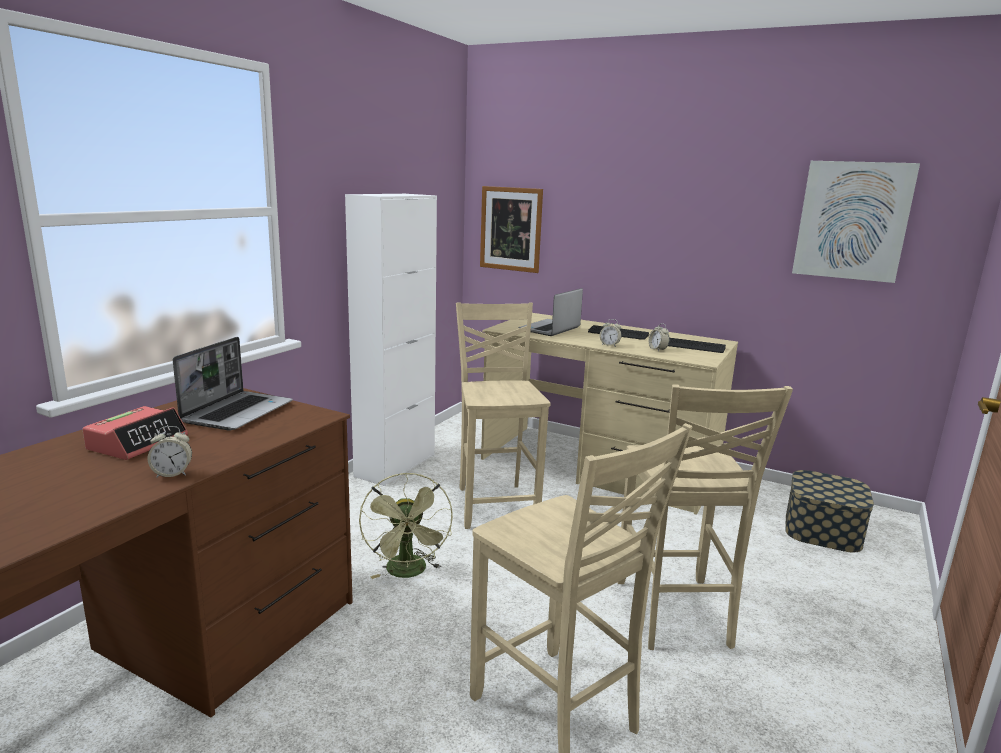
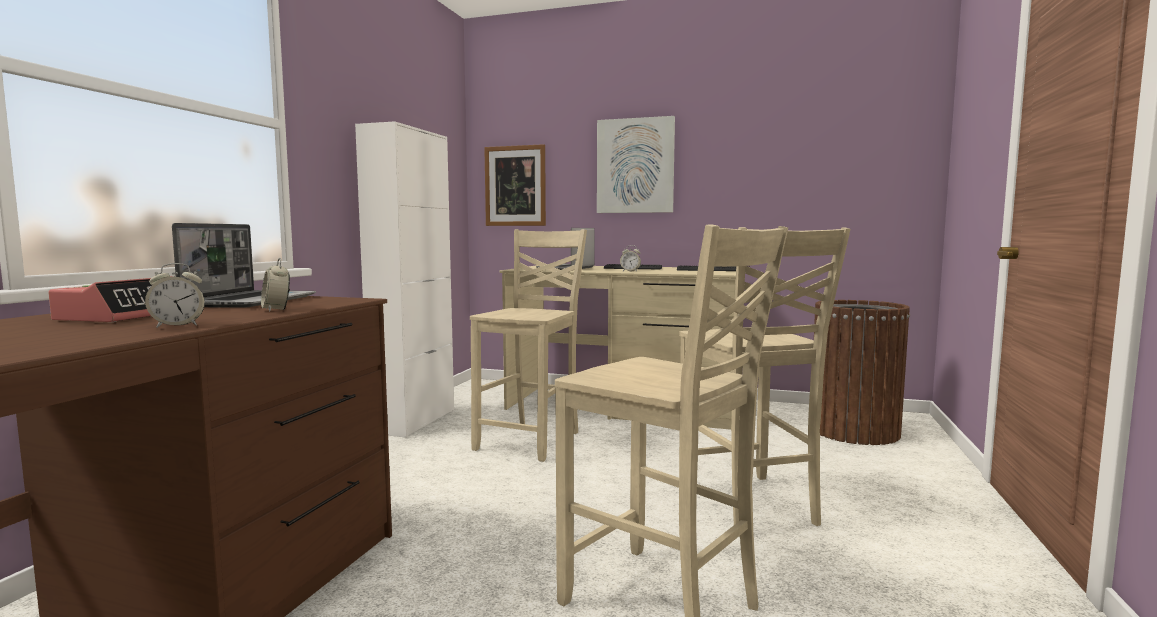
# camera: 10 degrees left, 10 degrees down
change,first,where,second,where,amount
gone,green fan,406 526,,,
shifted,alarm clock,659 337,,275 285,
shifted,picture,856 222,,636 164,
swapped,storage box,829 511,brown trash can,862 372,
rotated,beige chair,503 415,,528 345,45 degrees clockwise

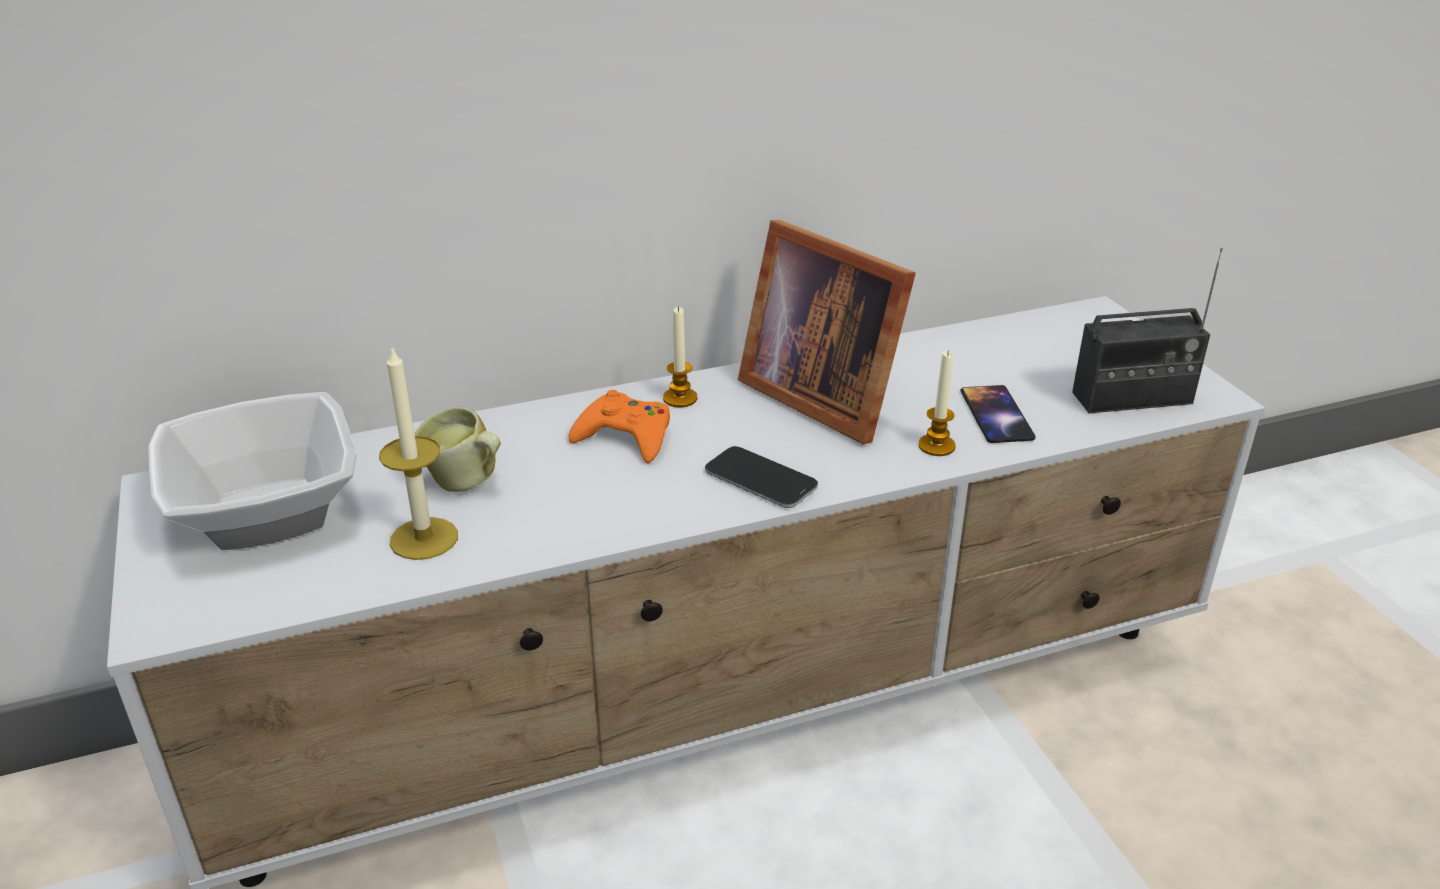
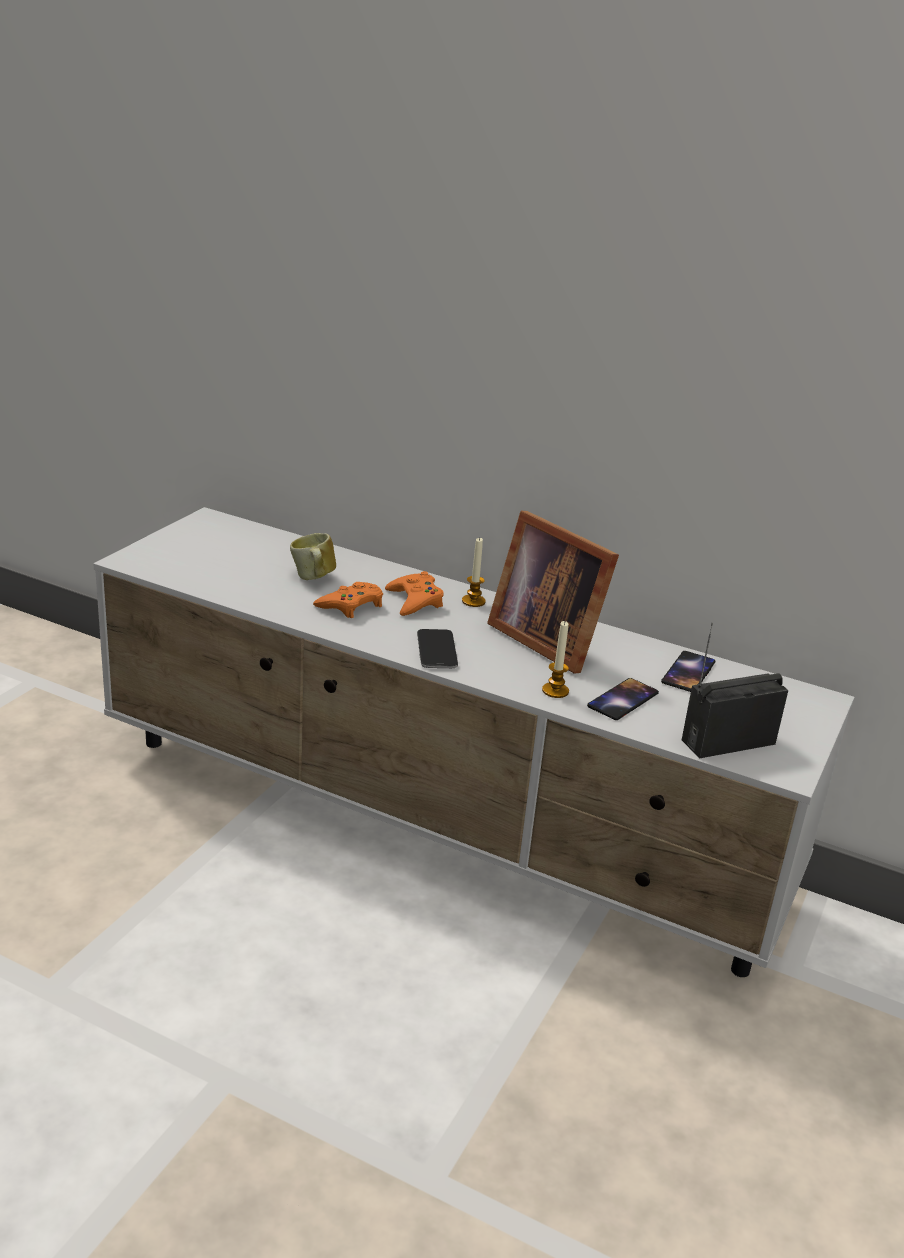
# camera: 45 degrees right, 5 degrees down
change,first,where,second,where,amount
gone,bowl,252 471,,,
gone,candle,418 454,,,
new,,,orange game controller,348 600,
new,,,phone,688 671,
rotated,picture frame,827 332,,553 592,45 degrees counterclockwise
rotated,radio,1147 330,,735 690,120 degrees clockwise

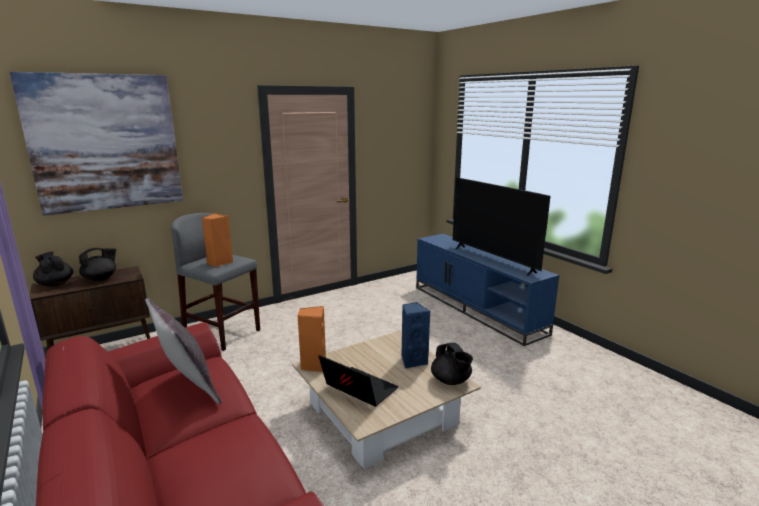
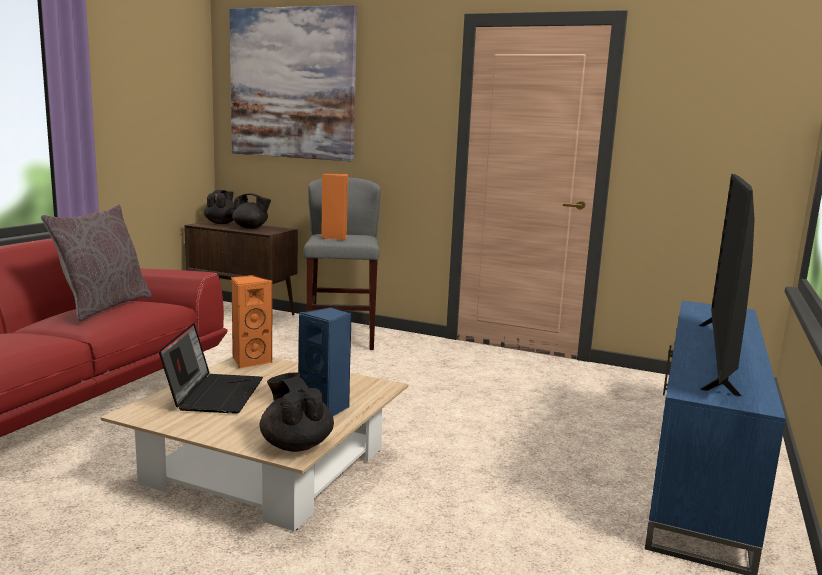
# camera: 55 degrees right, 5 degrees down
change,first,where,second,where,amount
rotated,black teapot,452 364,,297 412,120 degrees clockwise

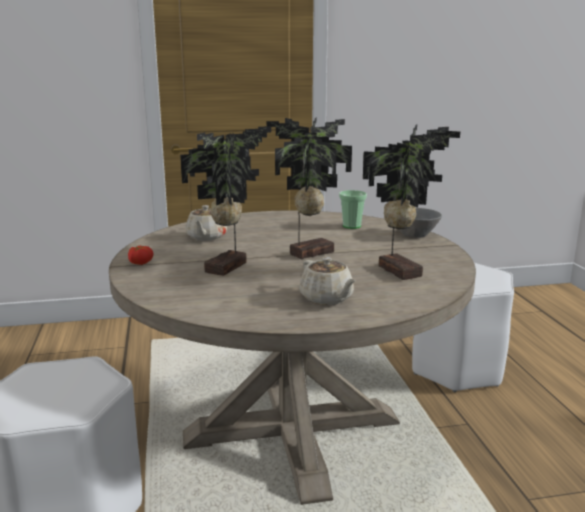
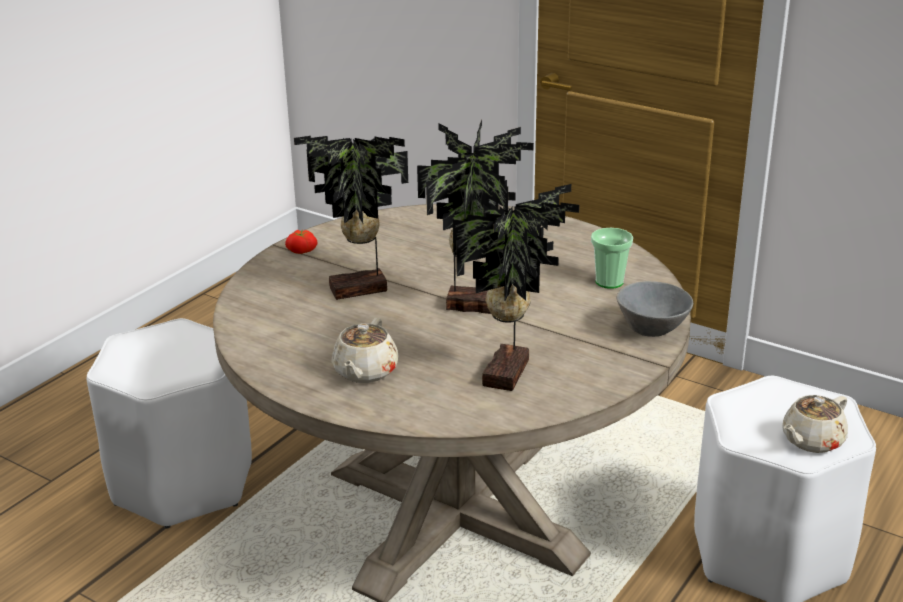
# camera: 45 degrees right, 10 degrees up
change,first,where,second,where,amount
shifted,beige teapot,206 223,,815 424,

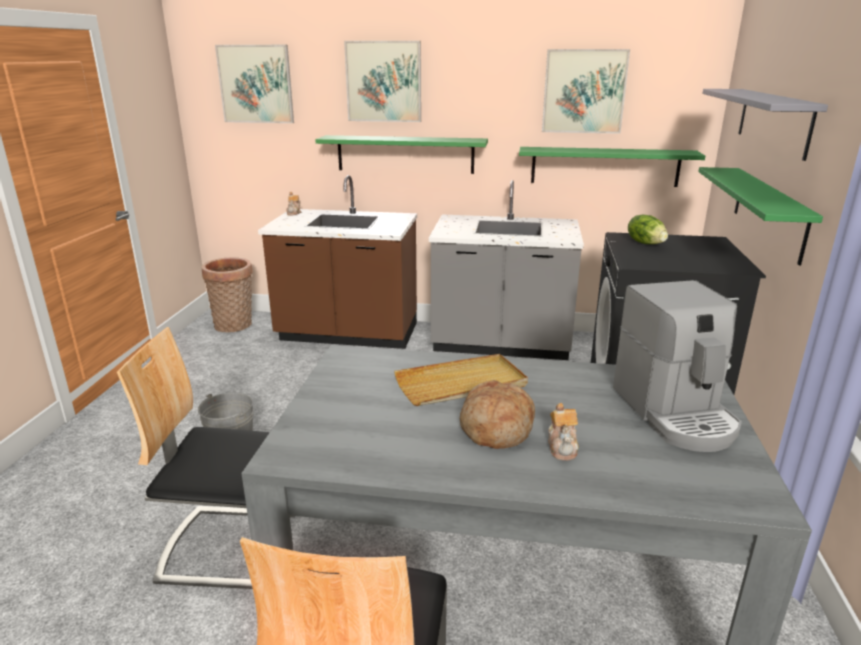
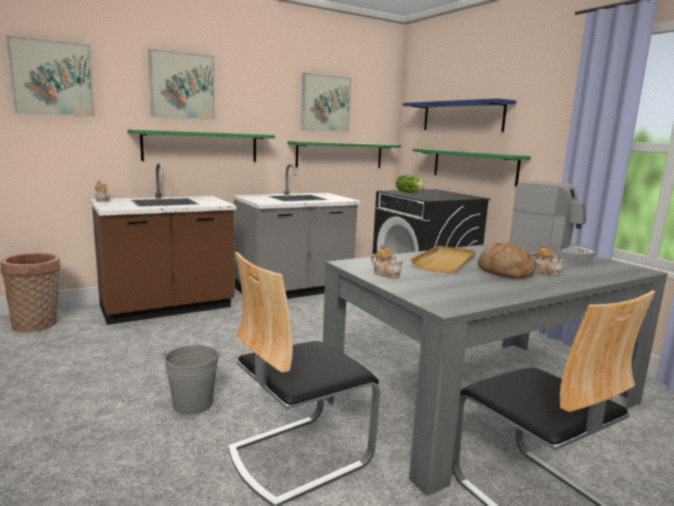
# camera: 40 degrees left, 10 degrees down
change,first,where,second,where,amount
new,,,teapot,387 261,
repainted,grey shelf,765 125,blue shelf,459 115,

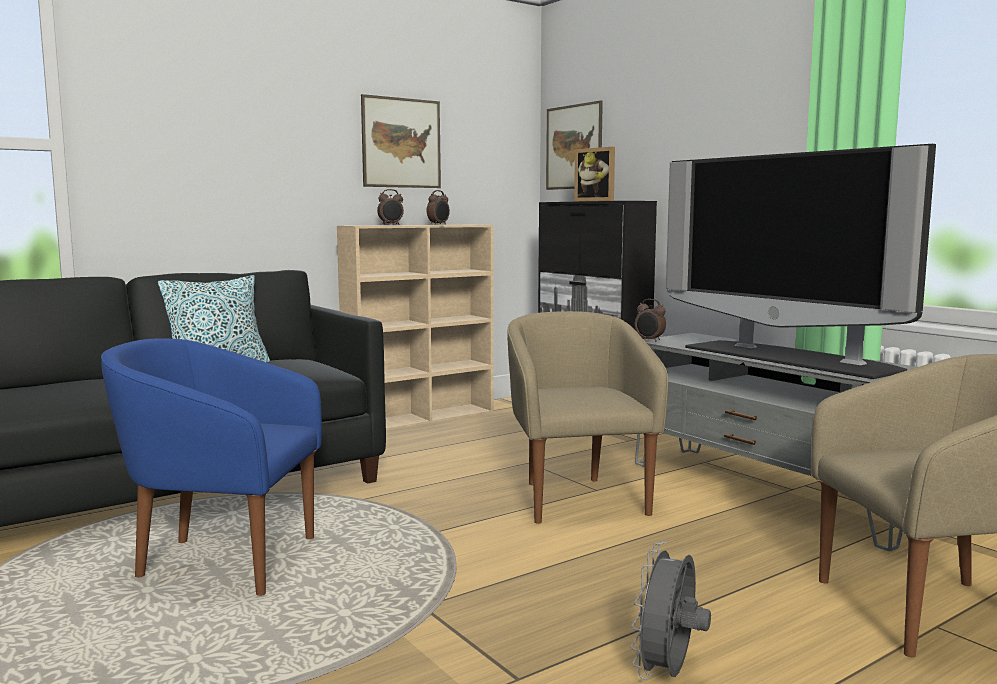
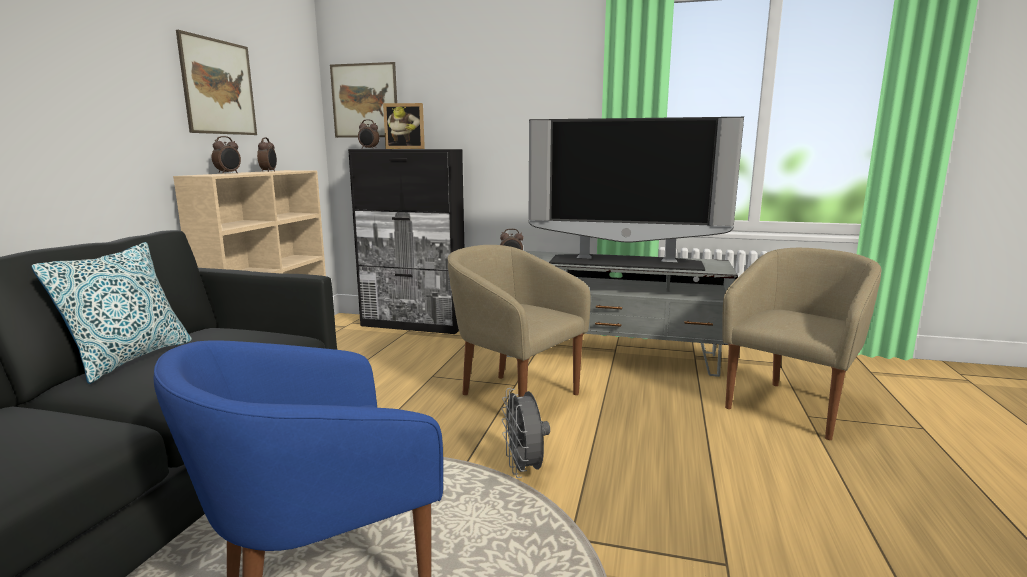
# camera: 40 degrees left, 5 degrees up
change,first,where,second,where,amount
new,,,alarm clock,368 134,
shifted,grey fan,671 611,,525 433,

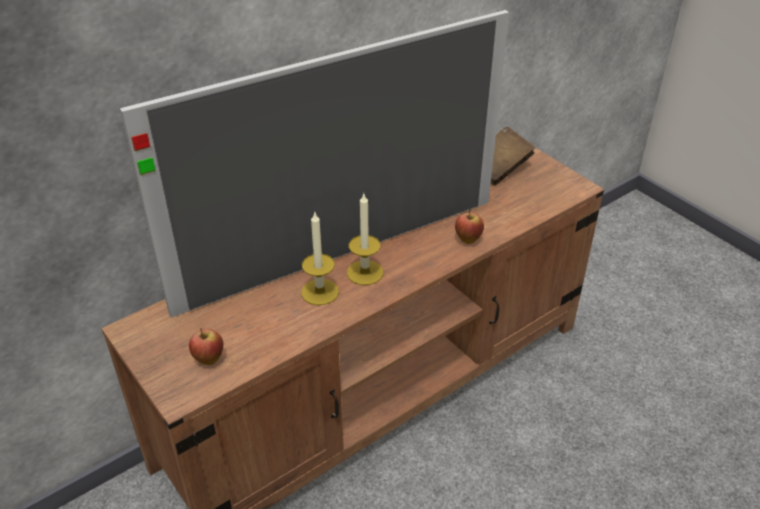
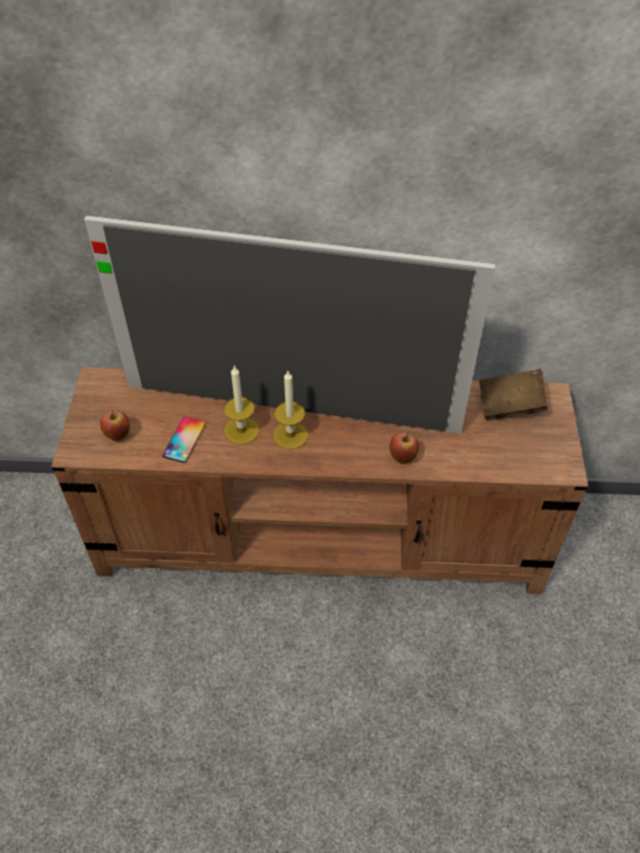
# camera: 40 degrees right, 10 degrees up
change,first,where,second,where,amount
new,,,phone,184 440,

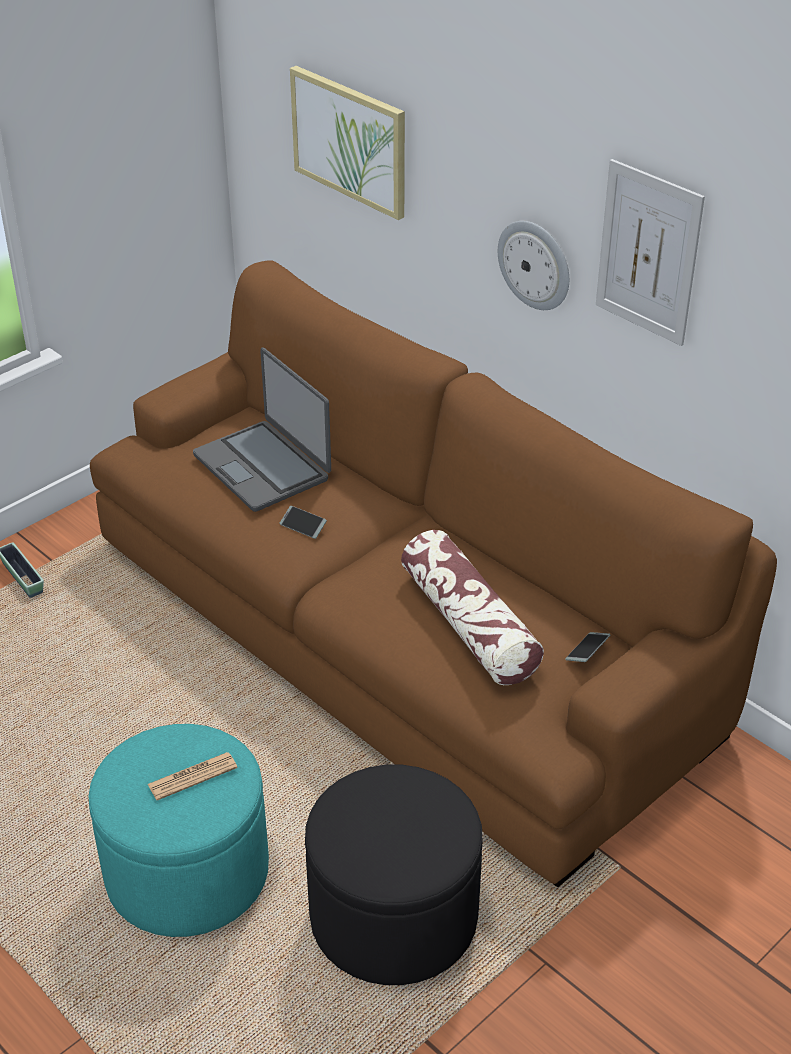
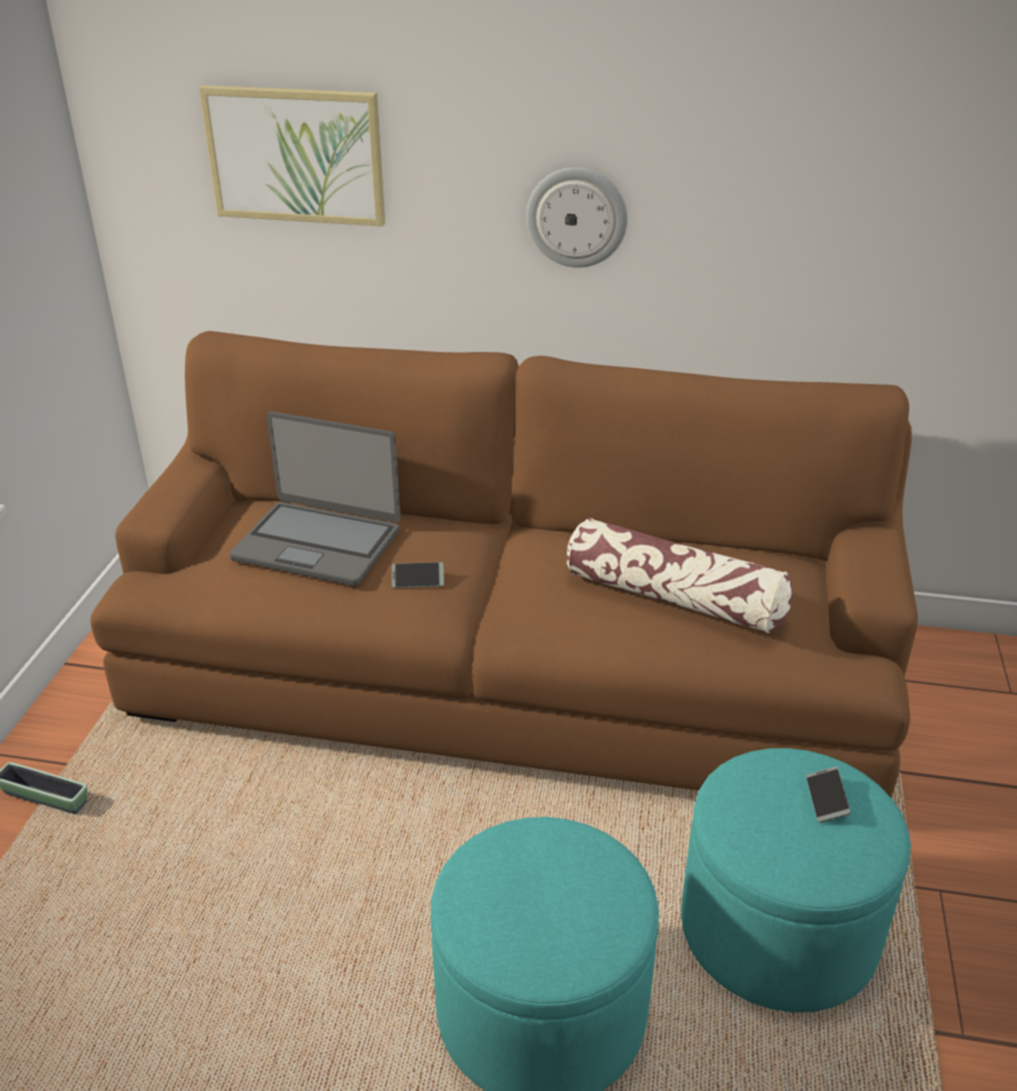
# camera: 35 degrees left, 5 degrees down
change,first,where,second,where,amount
gone,newspaper,193 776,,,
gone,picture,650 252,,,
shifted,phone,587 647,,828 794,
repainted,black ottoman,394 875,turquoise ottoman,796 880,

